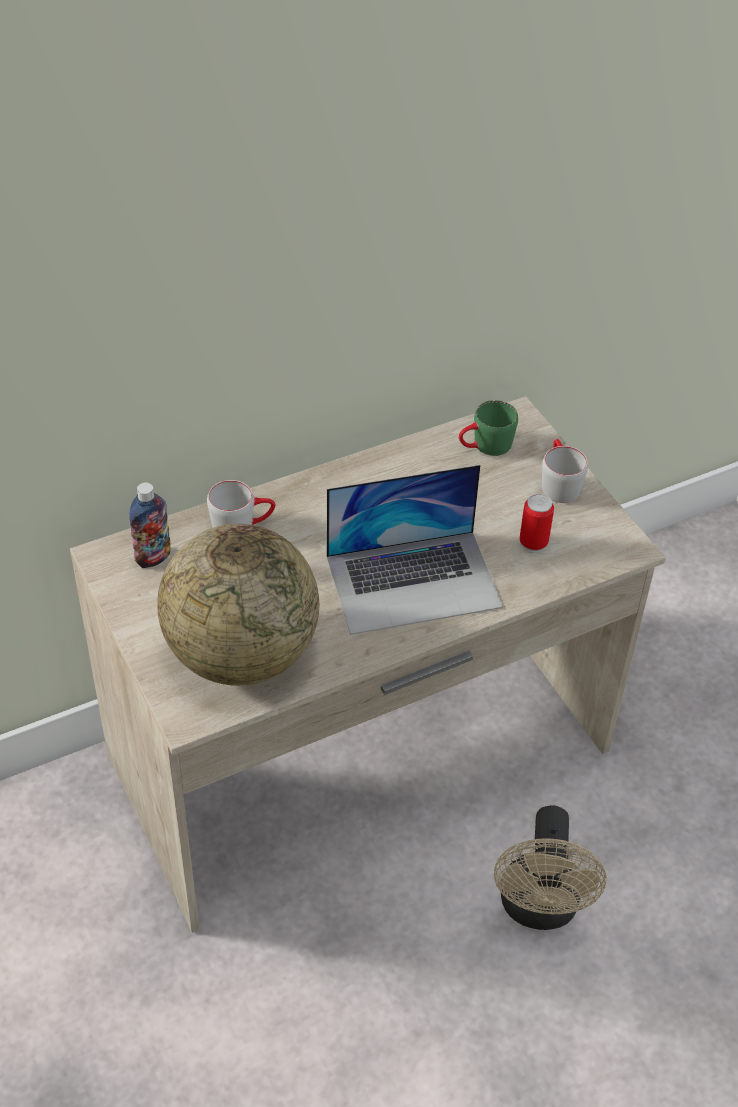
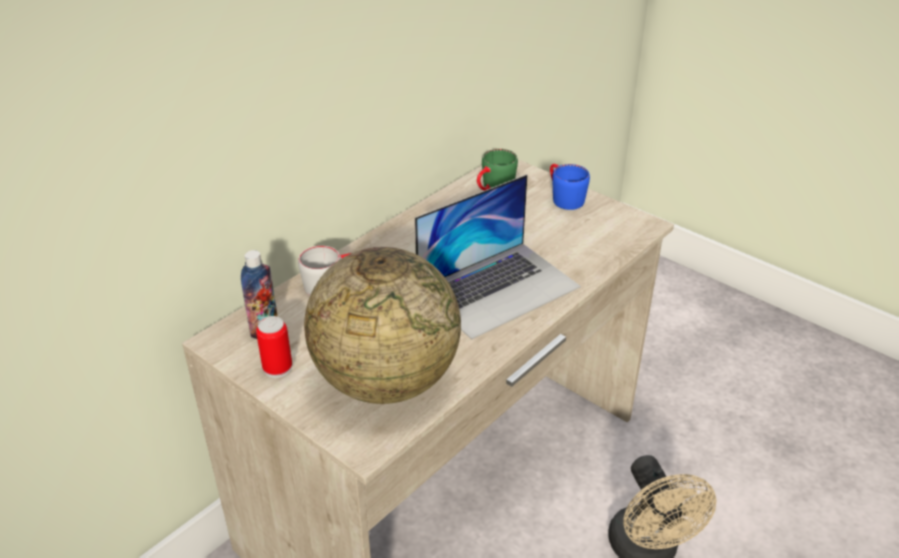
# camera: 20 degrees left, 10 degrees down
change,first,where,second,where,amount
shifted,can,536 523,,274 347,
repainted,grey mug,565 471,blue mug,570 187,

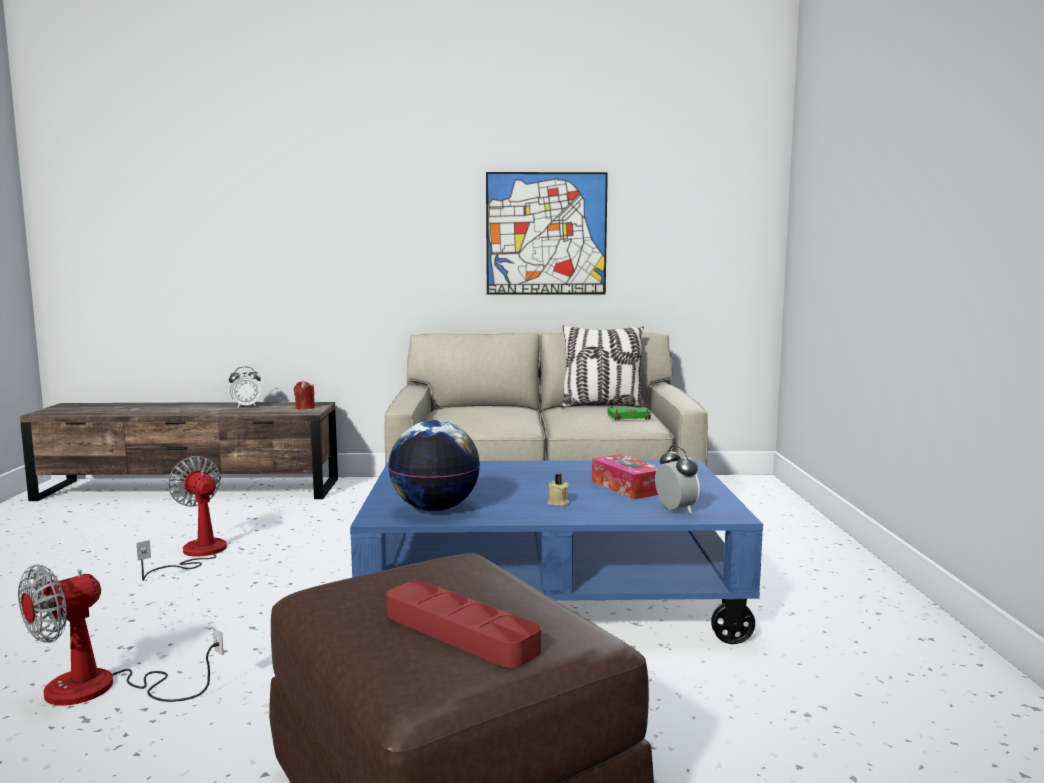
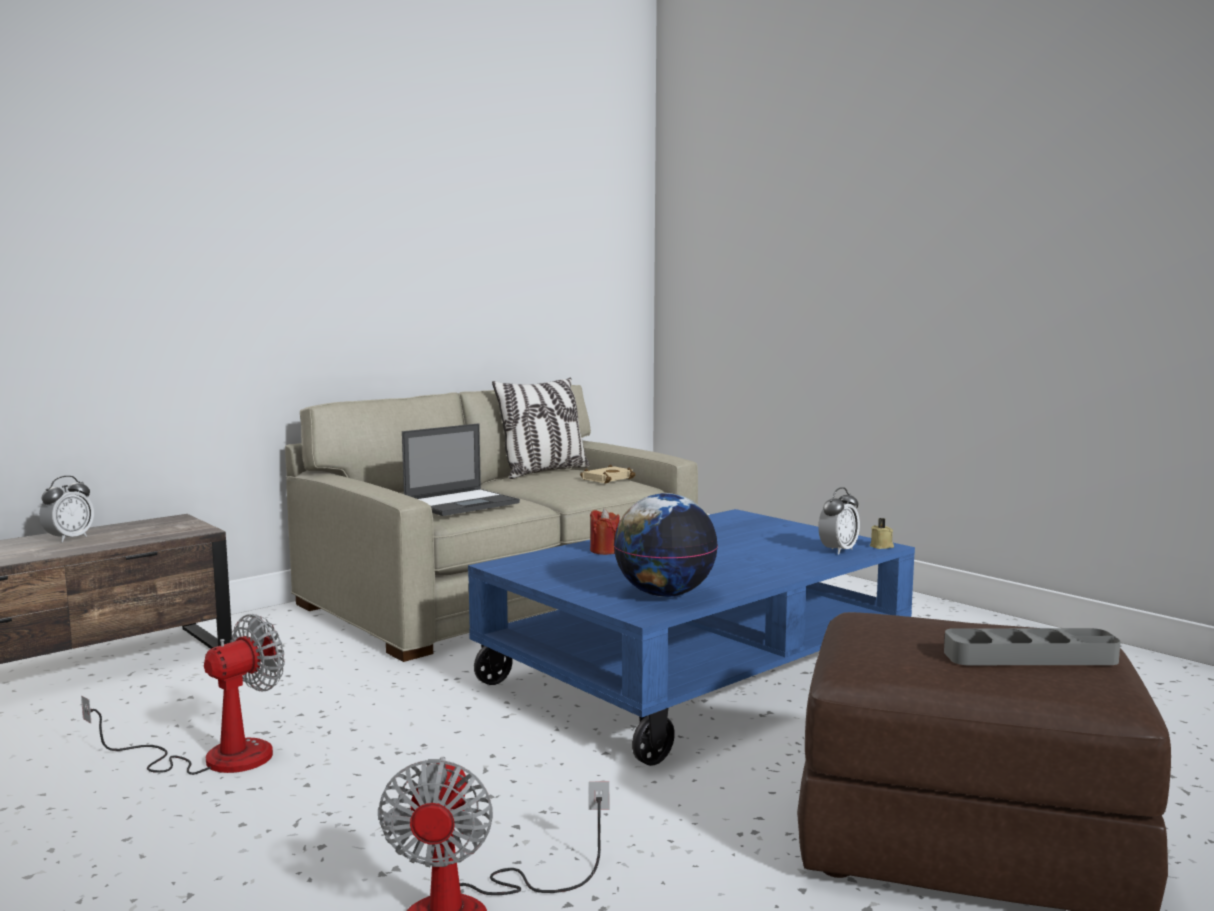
# camera: 40 degrees left, 0 degrees up
change,first,where,second,where,amount
gone,picture,547 233,,,
gone,tissue box,625 476,,,
new,,,laptop,461 469,
shifted,red candle,304 395,,605 531,
shifted,beige candle,558 490,,882 533,
repainted,red tray,463 624,grey tray,1032 646,
repainted,green book,630 412,beige book,608 474,
rotated,fan,182 518,,183 694,120 degrees clockwise
rotated,alarm clock,677 479,,839 521,105 degrees clockwise

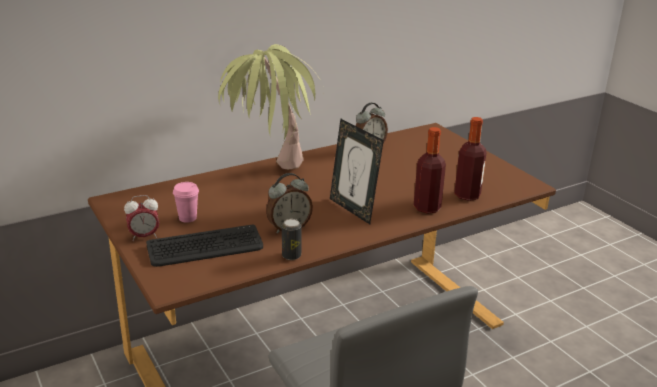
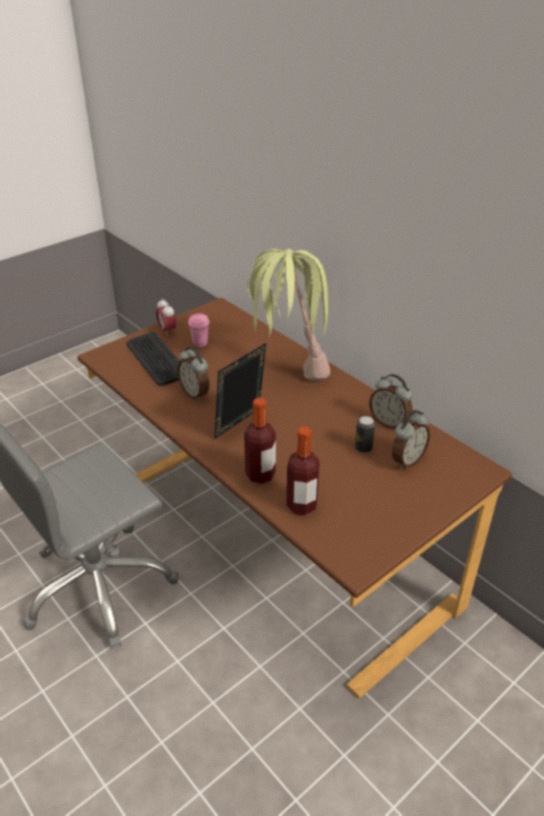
# camera: 80 degrees right, 10 degrees up
change,first,where,second,where,amount
new,,,alarm clock,411 439,
shifted,can,292 239,,365 434,

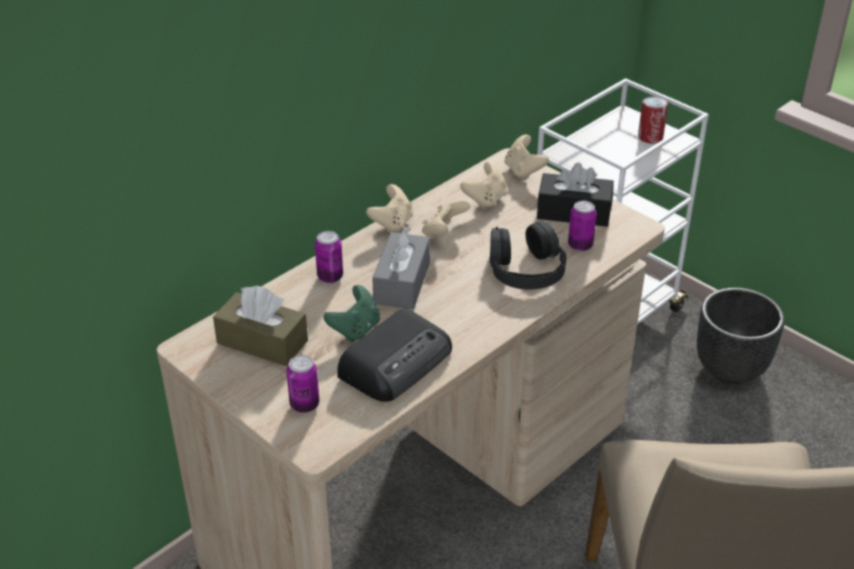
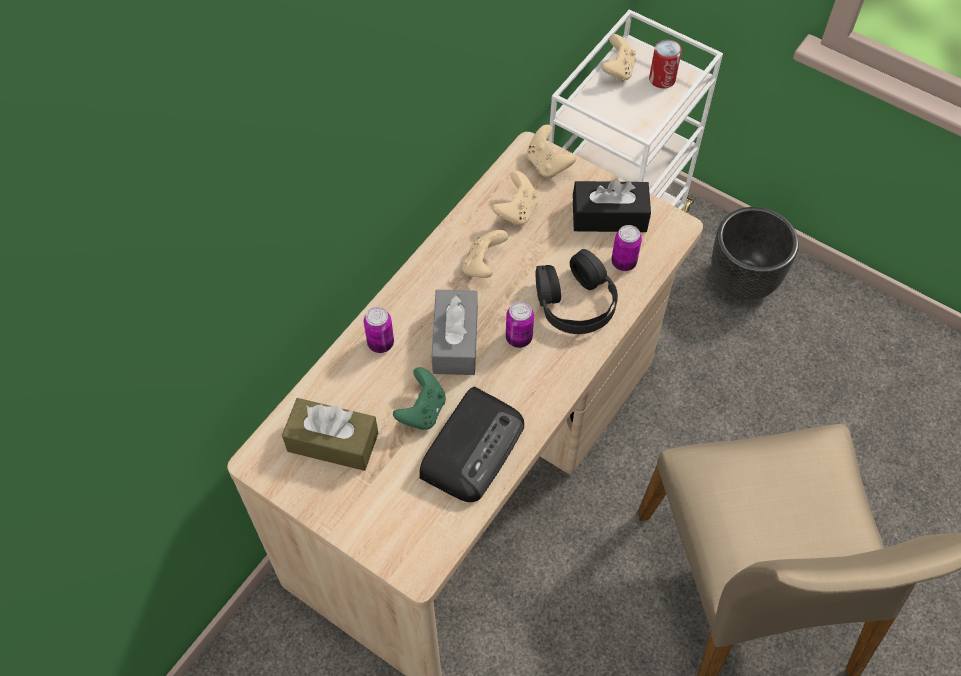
# camera: 10 degrees left, 20 degrees up
change,first,where,second,where,amount
shifted,can,302 384,,520 325,
shifted,beige game controller,389 208,,618 58,

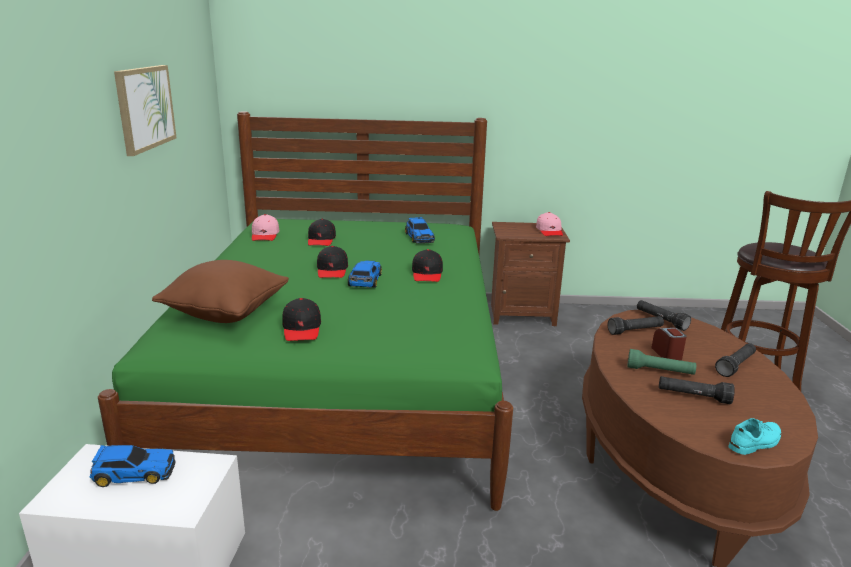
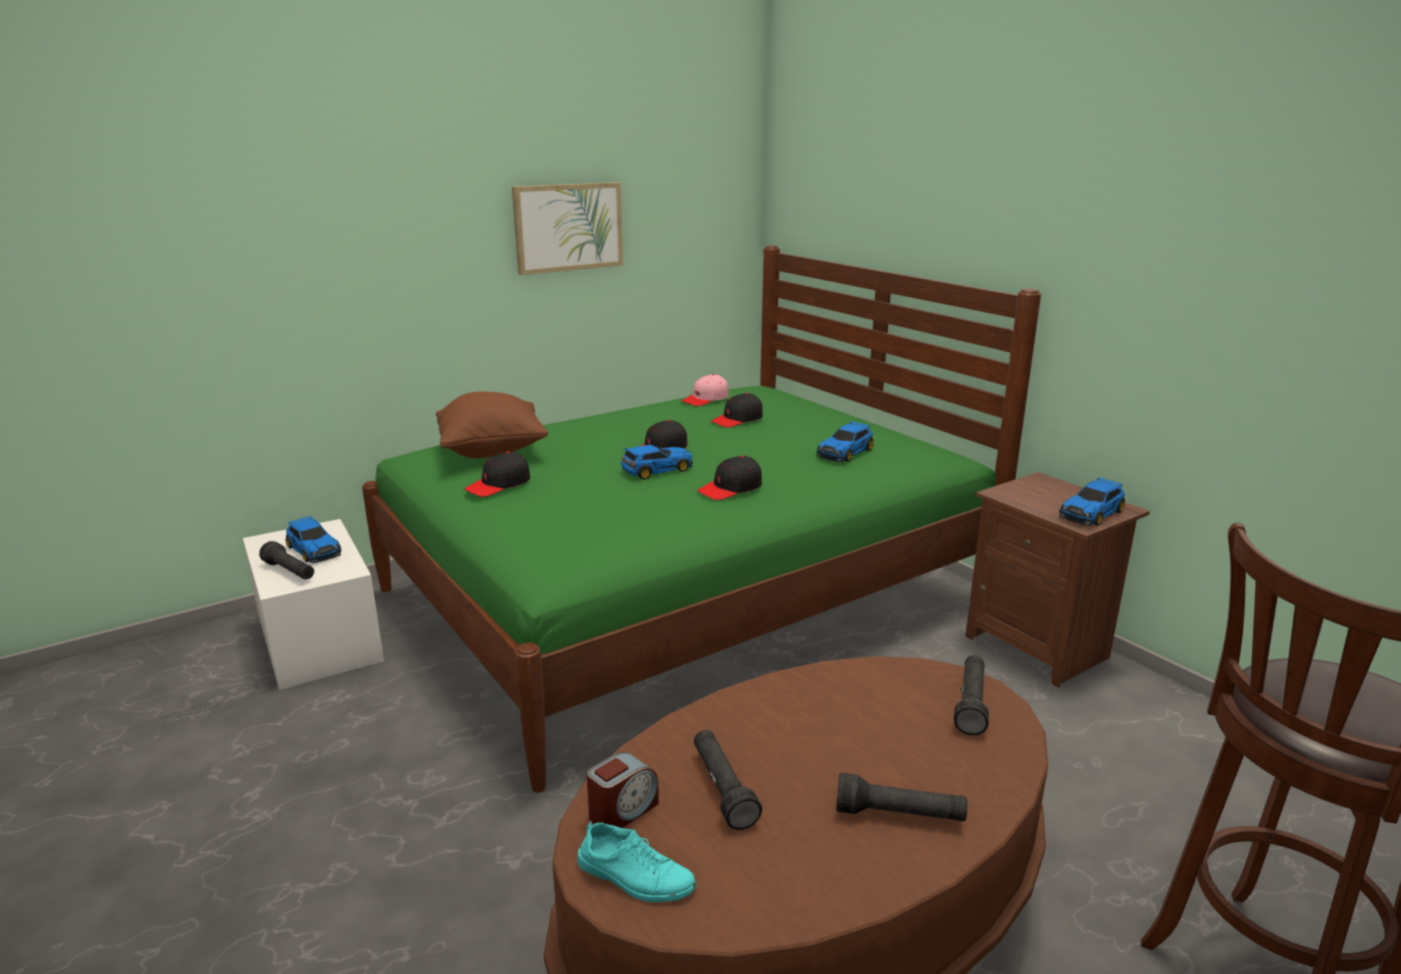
# camera: 55 degrees right, 0 degrees up
change,first,where,second,where,amount
gone,green flashlight,661 362,,,
shifted,black flashlight,636 325,,286 560,
shifted,alarm clock,669 344,,623 790,
swapped,pink cap,549 224,toy car,1092 501,

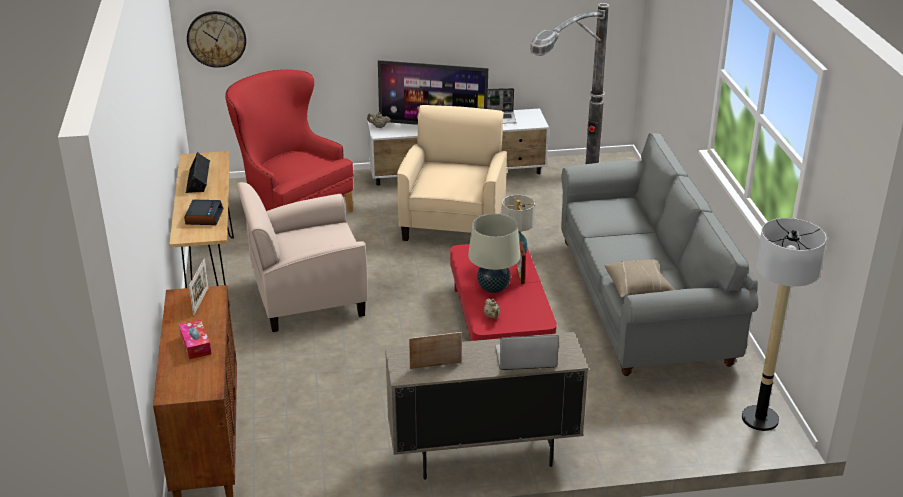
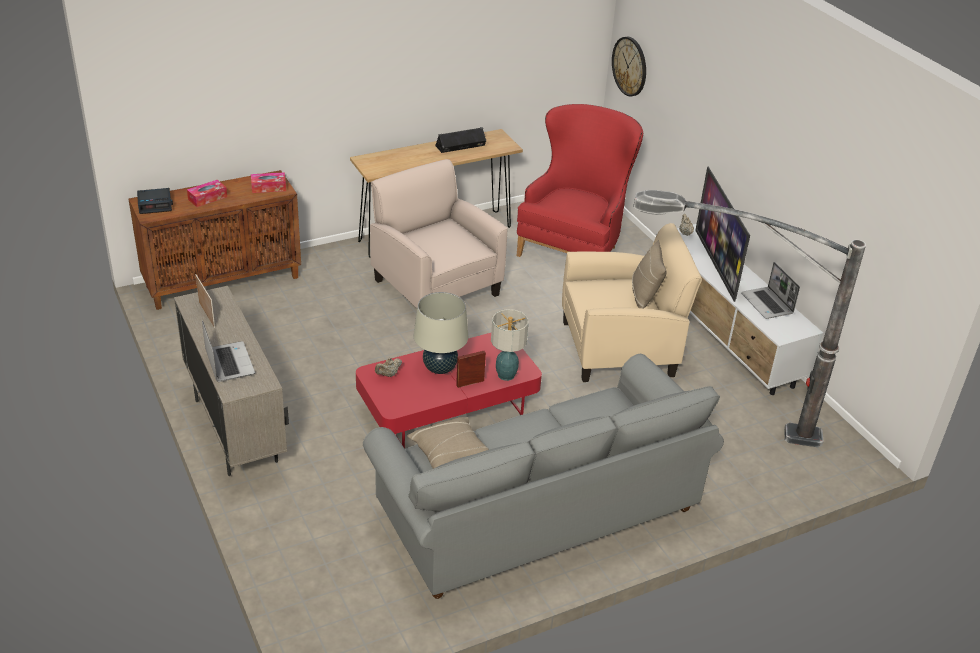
# camera: 70 degrees right, 5 degrees up
change,first,where,second,where,amount
gone,floor lamp,784 324,,,
new,,,beige pillow,649 274,
shifted,alarm clock,204 212,,155 201,
swapped,picture frame,199 287,tissue box,268 182,

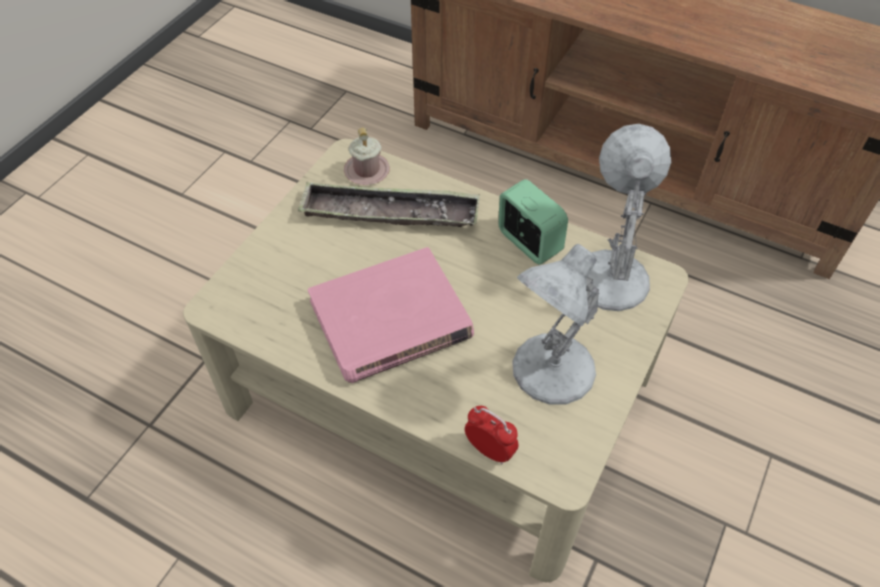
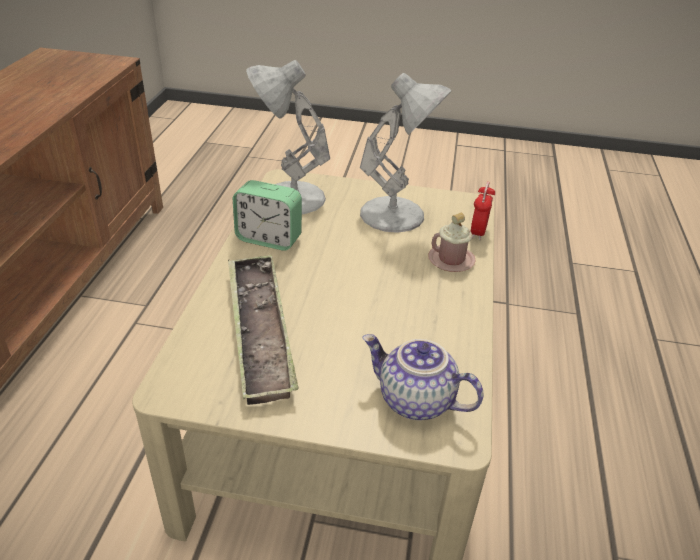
# camera: 110 degrees left, 15 degrees down
change,first,where,second,where,amount
gone,pink book,391 315,,,
new,,,teapot,422 377,
shifted,pink mug,367 156,,452 242,
rotated,alarm clock,533 221,,267 215,105 degrees counterclockwise

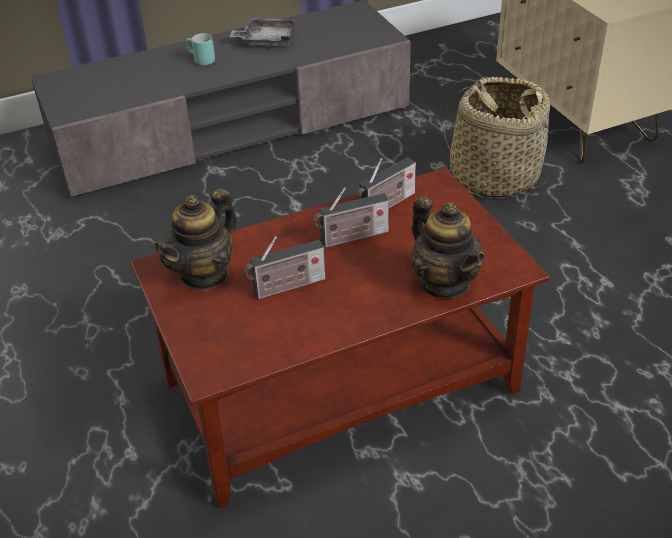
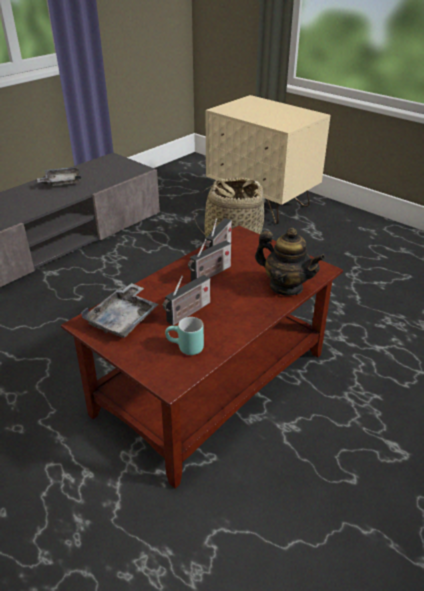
# camera: 25 degrees left, 5 degrees down
change,first,where,second,where,amount
shifted,turquoise mug,200 49,,184 336,
swapped,teapot,195 239,grey tray,120 310,

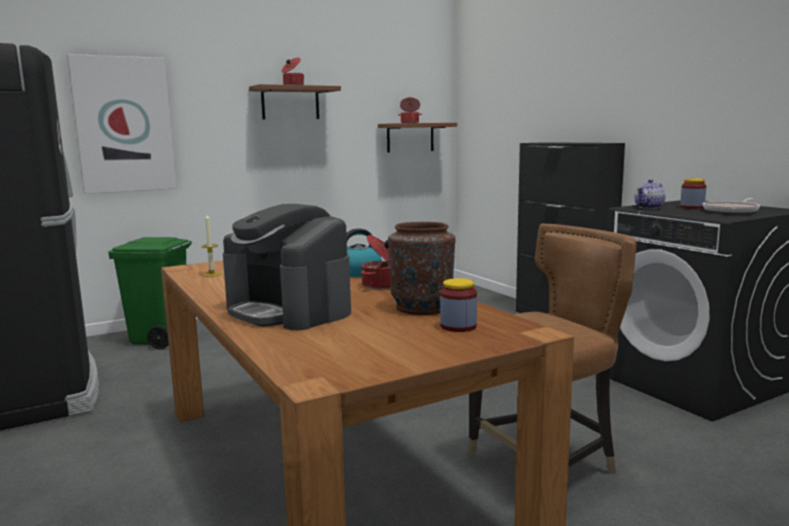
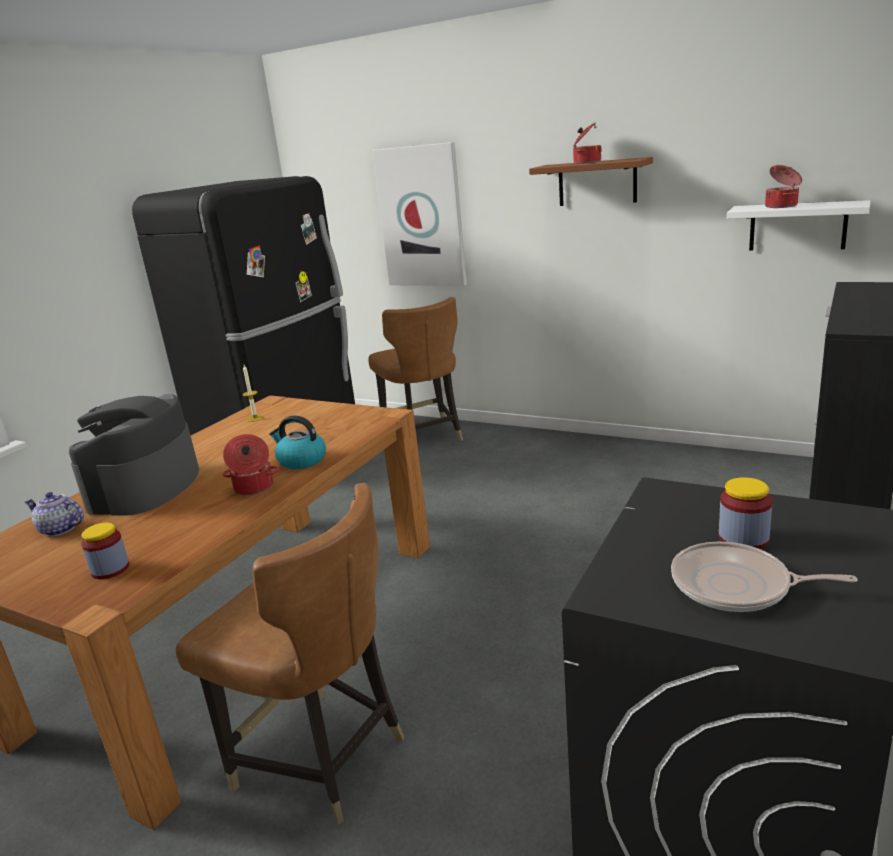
# camera: 60 degrees right, 10 degrees up
change,first,where,second,where,amount
gone,brown vase,421 268,,,
shifted,teapot,650 194,,54 514,
swapped,green trash can,150 293,brown chair,415 369,
repainted,brown shelf,417 138,white shelf,798 225,

